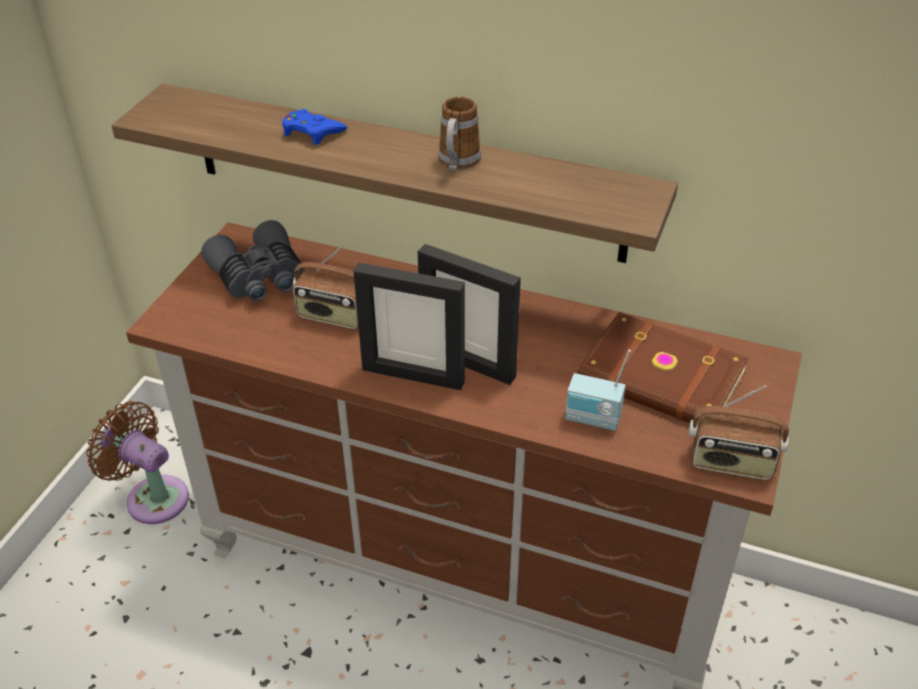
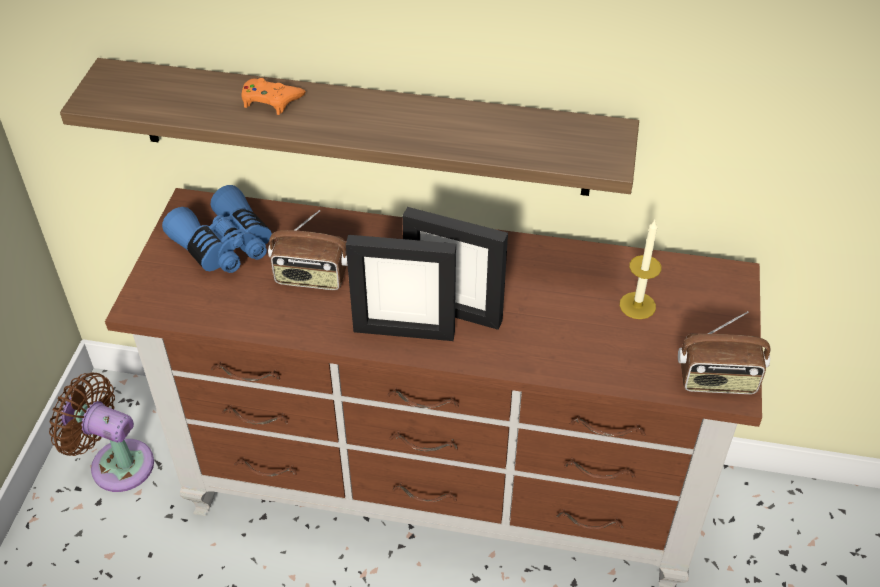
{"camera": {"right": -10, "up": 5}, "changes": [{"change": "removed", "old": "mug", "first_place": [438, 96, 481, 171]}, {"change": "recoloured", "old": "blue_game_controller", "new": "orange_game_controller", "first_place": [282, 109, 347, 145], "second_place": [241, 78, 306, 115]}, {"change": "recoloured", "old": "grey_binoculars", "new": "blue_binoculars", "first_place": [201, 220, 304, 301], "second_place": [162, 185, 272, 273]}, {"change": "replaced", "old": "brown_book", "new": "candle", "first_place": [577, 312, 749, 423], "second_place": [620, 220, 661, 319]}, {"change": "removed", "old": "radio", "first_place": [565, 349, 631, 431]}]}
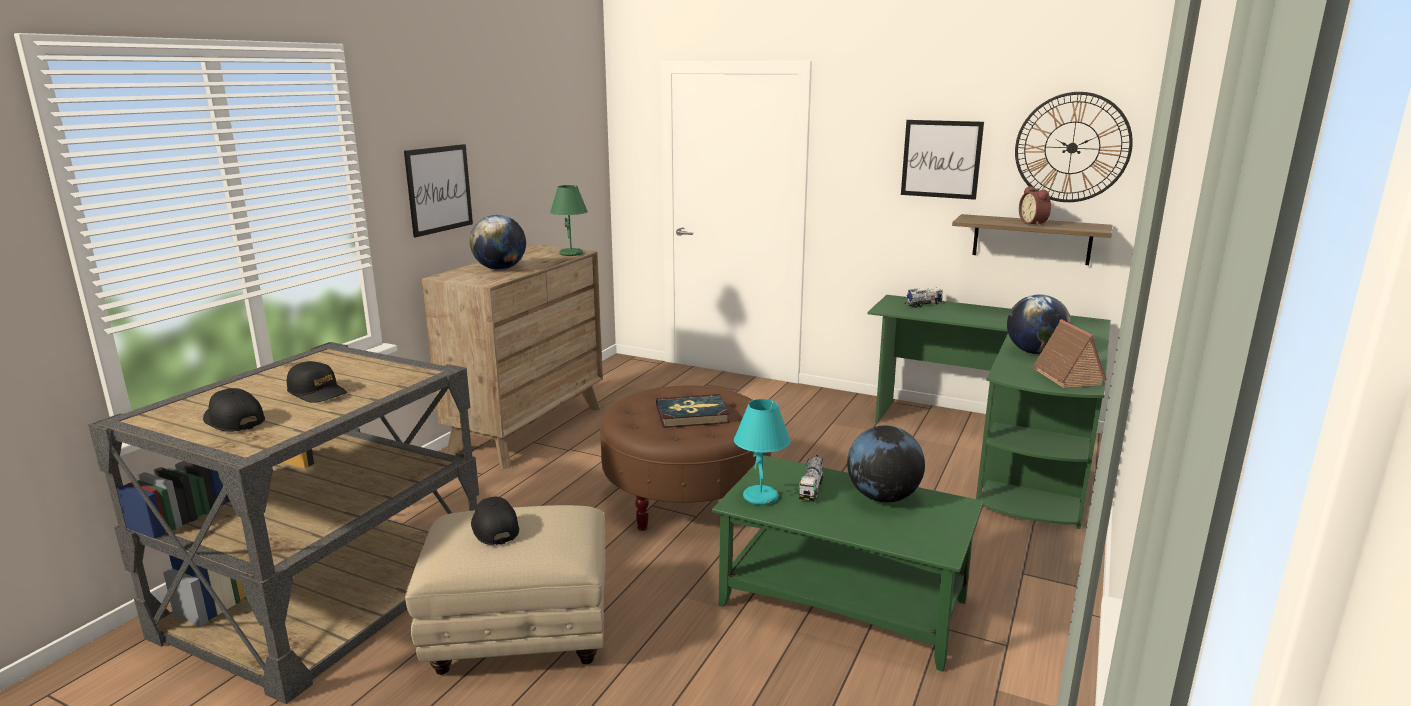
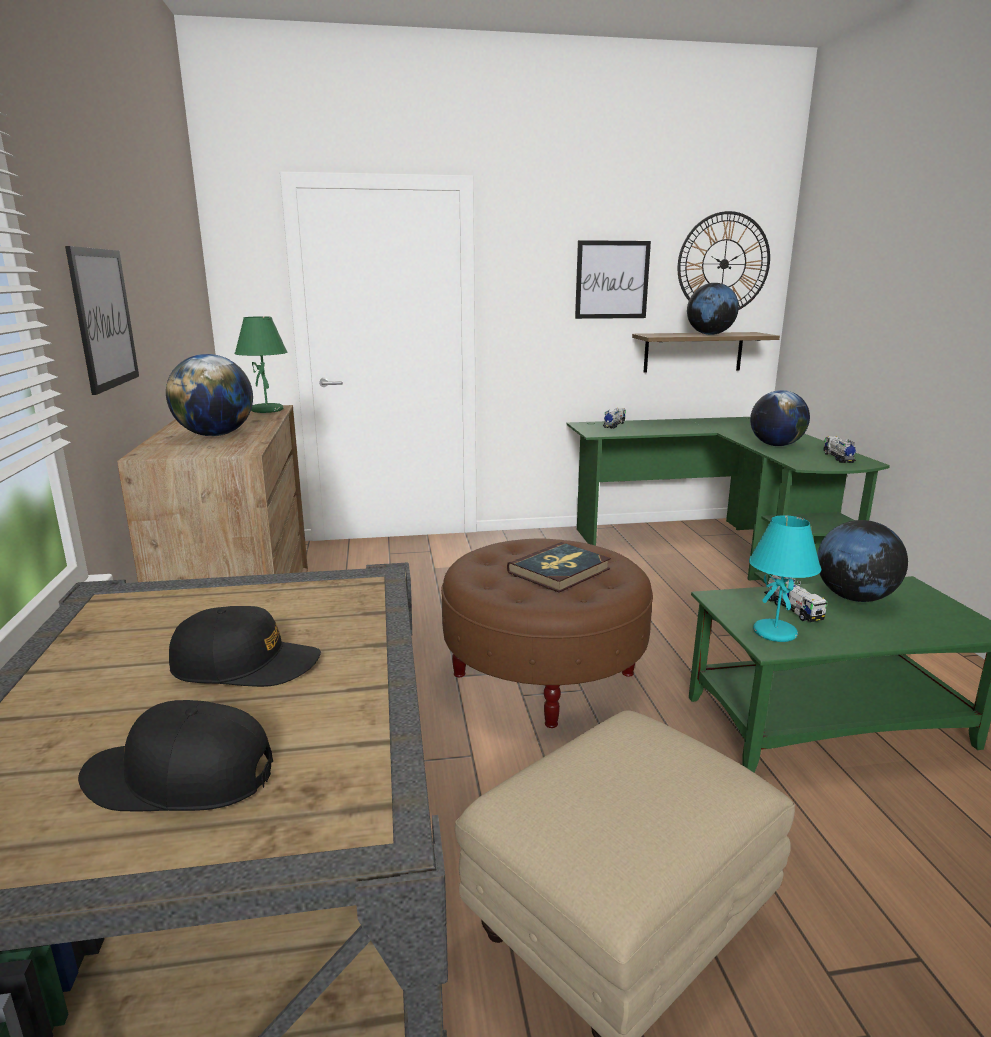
{"camera": {"right": -35, "up": 0}, "changes": [{"change": "replaced", "old": "alarm_clock", "new": "globe", "first_place": [1019, 186, 1051, 226], "second_place": [687, 283, 739, 335]}, {"change": "replaced", "old": "toy_house", "new": "toy_truck", "first_place": [1031, 320, 1107, 388], "second_place": [823, 436, 856, 463]}, {"change": "removed", "old": "black_cap", "first_place": [471, 497, 519, 545]}]}
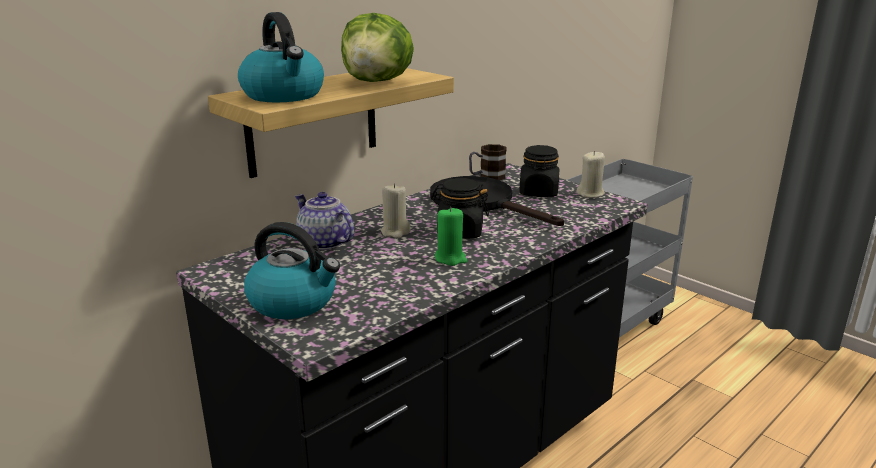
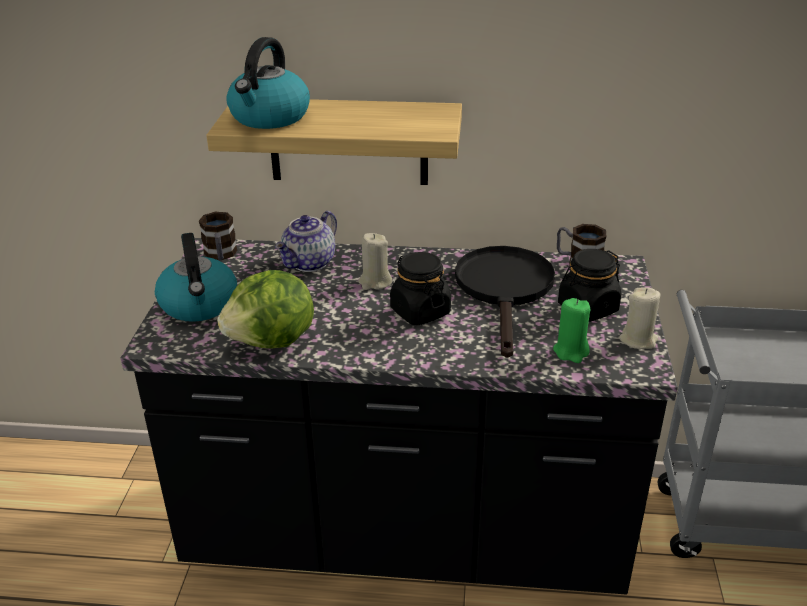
{"camera": {"right": 50, "up": 10}, "changes": [{"change": "moved", "old": "lettuce", "first_place": [341, 13, 414, 82], "second_place": [217, 270, 314, 349]}, {"change": "turned", "old": "teapot", "first_place": [295, 192, 354, 250], "second_place": [275, 211, 337, 272], "degrees": -150}, {"change": "moved", "old": "green_candle", "first_place": [435, 207, 467, 266], "second_place": [553, 298, 590, 363]}, {"change": "added", "new": "mug", "second_place": [199, 212, 237, 260]}]}
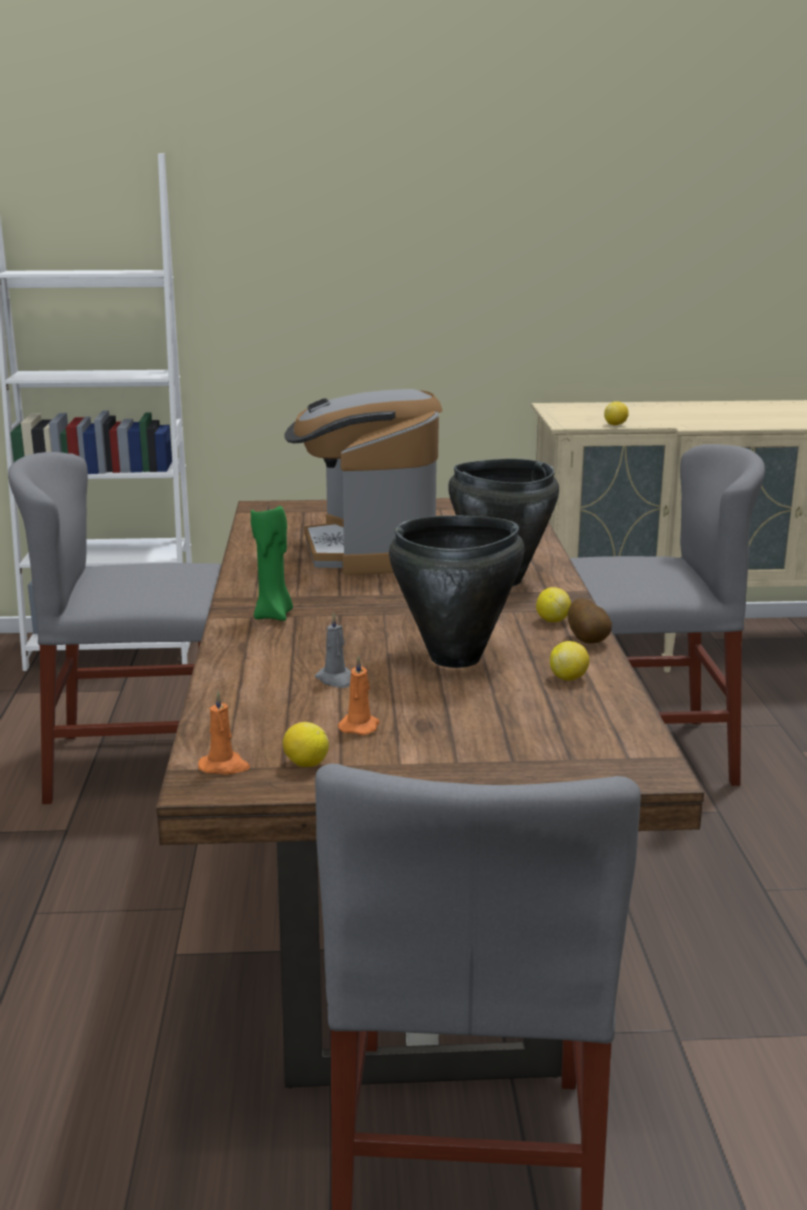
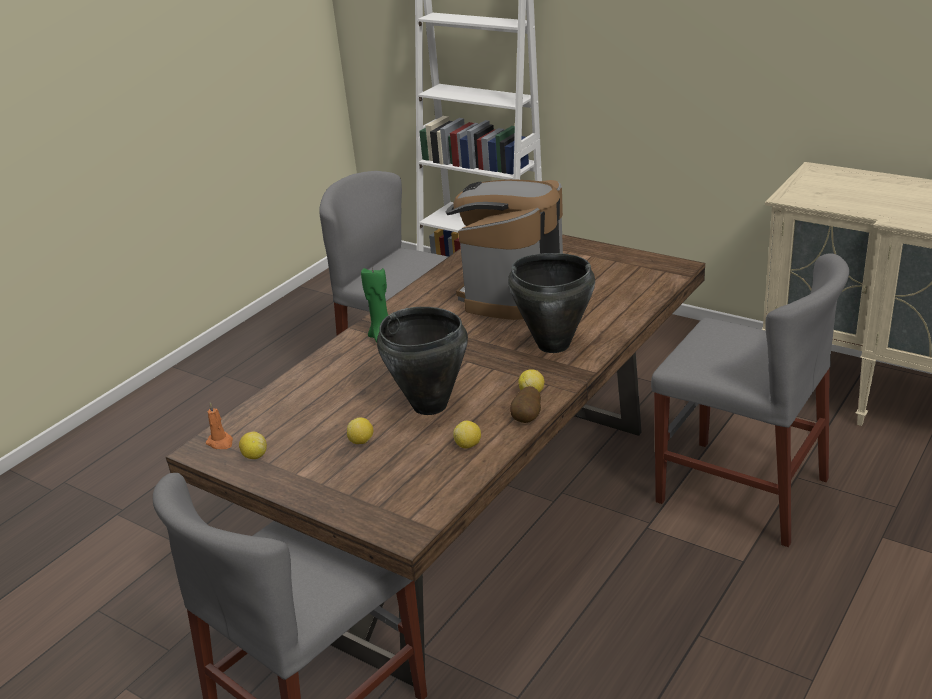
{"camera": {"right": 40, "up": 10}, "changes": [{"change": "moved", "old": "lemon", "first_place": [604, 401, 629, 425], "second_place": [347, 417, 373, 444]}, {"change": "removed", "old": "grey_candle", "first_place": [315, 613, 351, 688]}, {"change": "removed", "old": "orange_candle", "first_place": [338, 655, 379, 735]}]}
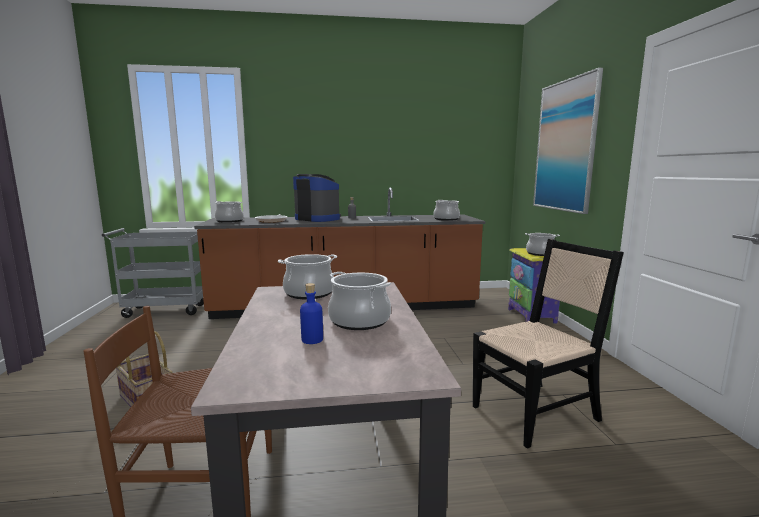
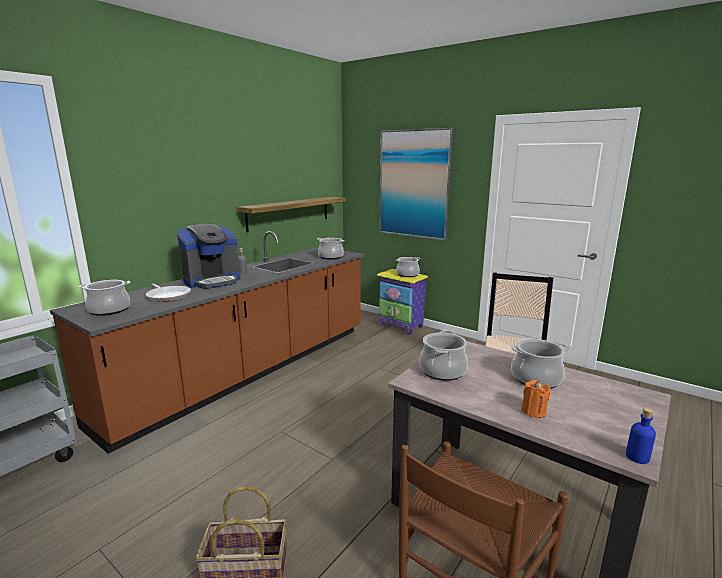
{"camera": {"right": -45, "up": 5}, "changes": [{"change": "turned", "old": "coffee_machine", "first_place": [293, 174, 341, 222], "second_place": [177, 224, 241, 289], "degrees": 150}, {"change": "moved", "old": "blue_bottle", "first_place": [300, 283, 323, 344], "second_place": [626, 407, 656, 464]}, {"change": "added", "new": "shelf", "second_place": [236, 197, 346, 232]}, {"change": "added", "new": "orange_candle", "second_place": [521, 380, 550, 418]}]}
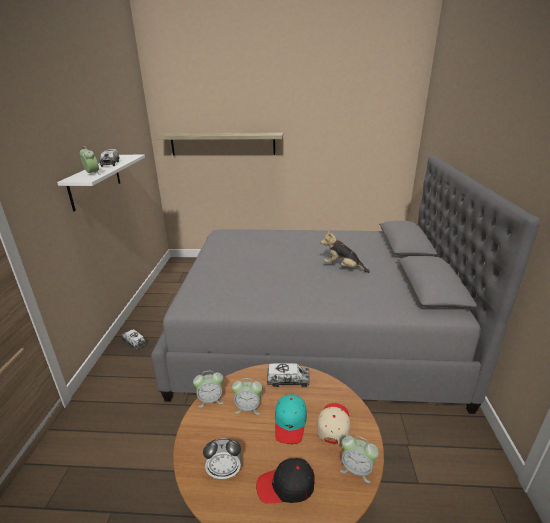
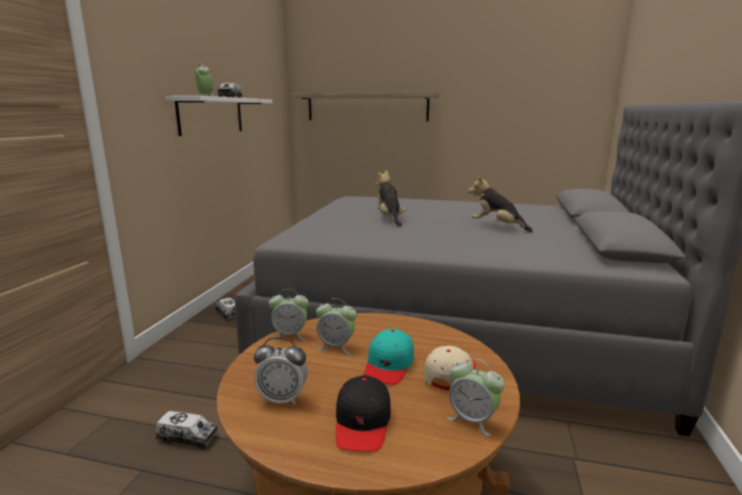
{"camera": {"right": 10, "up": -10}, "changes": [{"change": "moved", "old": "toy_truck", "first_place": [267, 363, 310, 387], "second_place": [155, 411, 218, 449]}, {"change": "turned", "old": "black_cap", "first_place": [256, 458, 315, 504], "second_place": [336, 375, 391, 452], "degrees": -90}, {"change": "added", "new": "plush_toy", "second_place": [376, 170, 406, 227]}]}
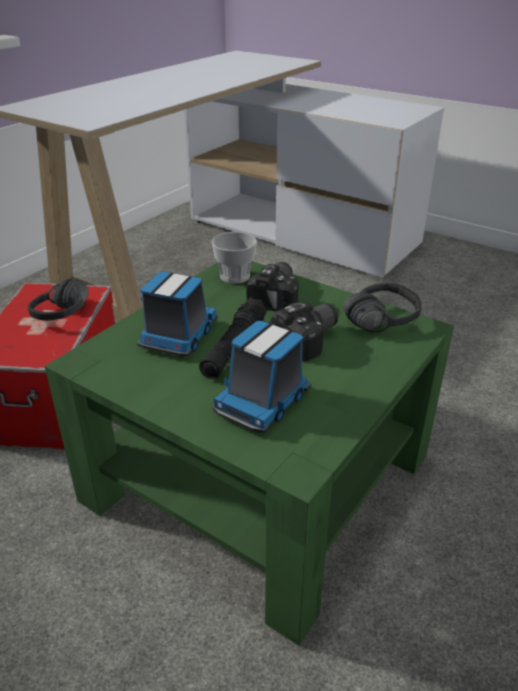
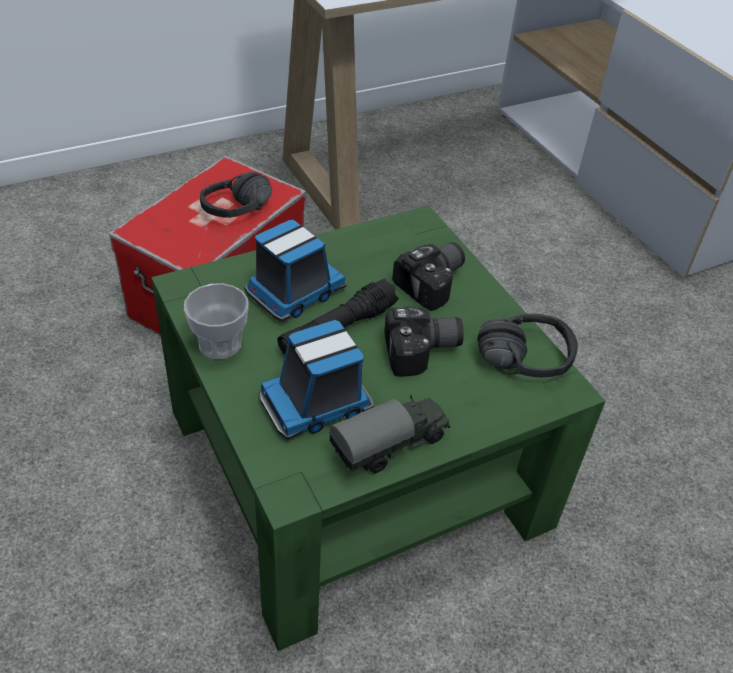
{"camera": {"right": 25, "up": 10}, "changes": [{"change": "moved", "old": "cup", "first_place": [212, 232, 257, 284], "second_place": [184, 283, 249, 359]}, {"change": "added", "new": "toy_truck", "second_place": [330, 395, 450, 473]}]}
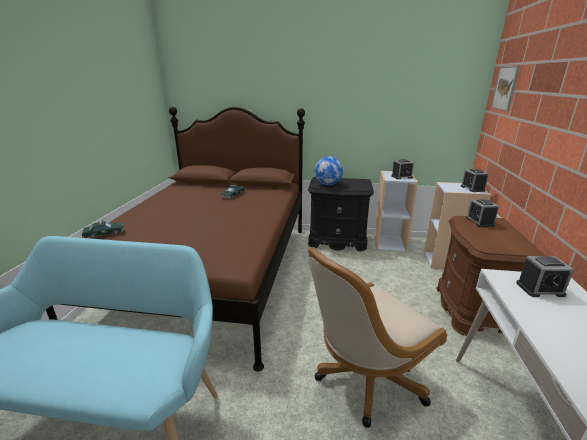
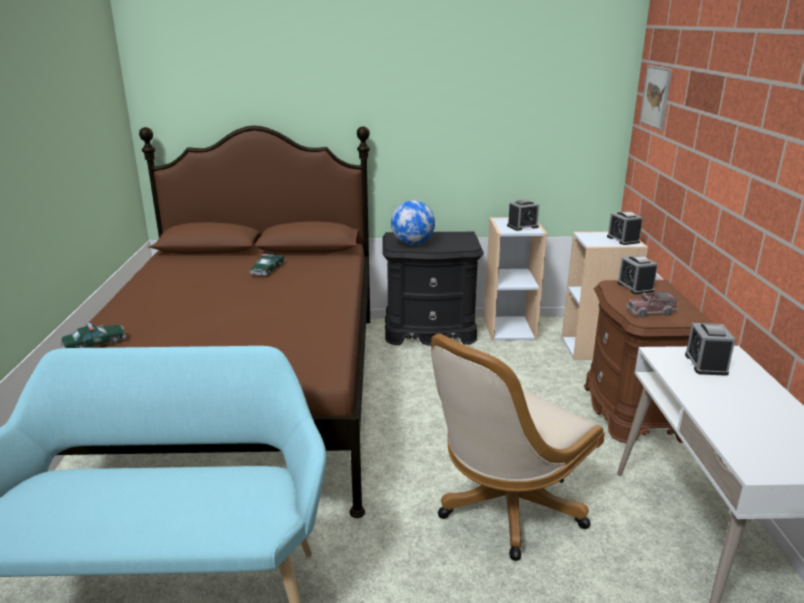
{"camera": {"right": -10, "up": 0}, "changes": [{"change": "turned", "old": "alarm_clock", "first_place": [516, 256, 574, 297], "second_place": [685, 323, 735, 376], "degrees": 105}, {"change": "added", "new": "toy_truck", "second_place": [626, 291, 678, 317]}]}
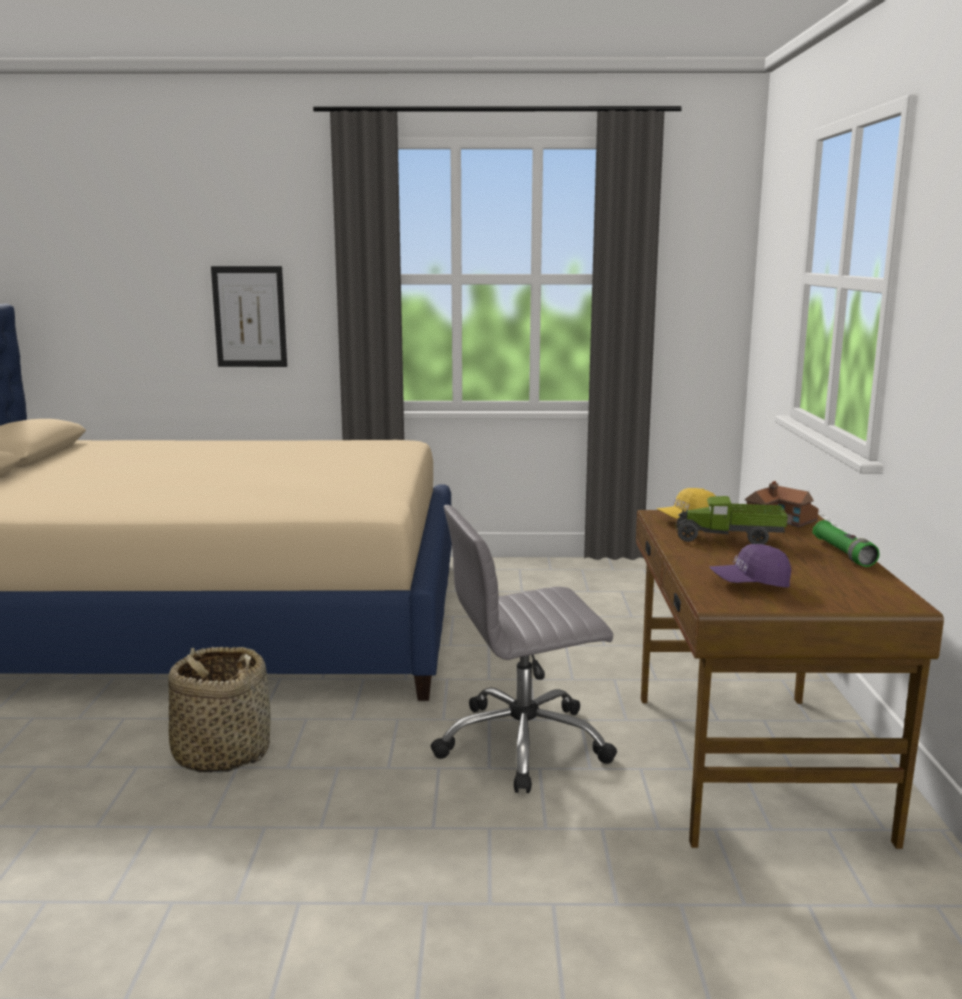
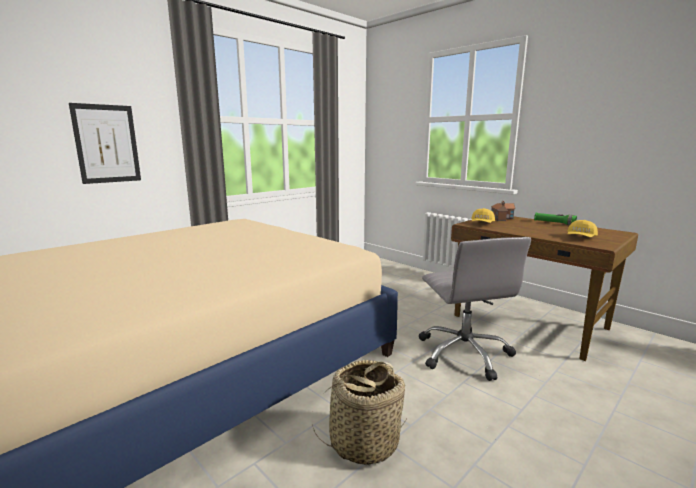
{"camera": {"right": -45, "up": 0}, "changes": [{"change": "removed", "old": "toy_truck", "first_place": [675, 496, 788, 545]}, {"change": "turned", "old": "grey_office_chair", "first_place": [431, 505, 617, 793], "second_place": [419, 237, 531, 381], "degrees": -45}, {"change": "recoloured", "old": "purple_cap", "new": "yellow_cap", "first_place": [710, 544, 791, 588], "second_place": [567, 220, 598, 237]}]}
